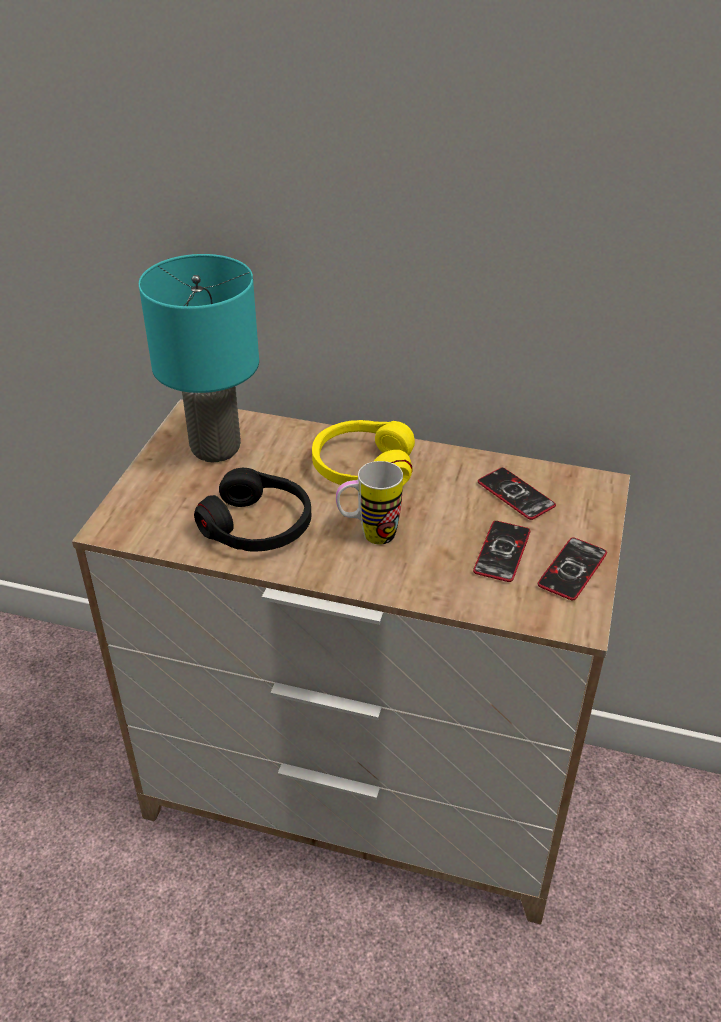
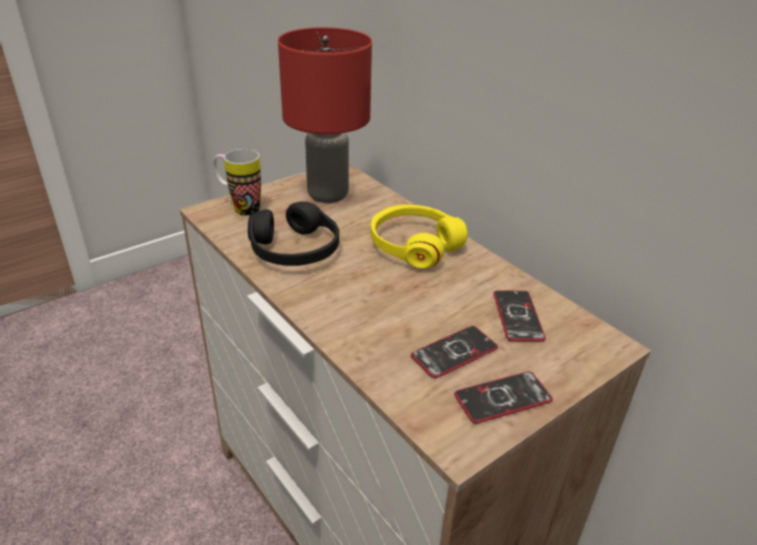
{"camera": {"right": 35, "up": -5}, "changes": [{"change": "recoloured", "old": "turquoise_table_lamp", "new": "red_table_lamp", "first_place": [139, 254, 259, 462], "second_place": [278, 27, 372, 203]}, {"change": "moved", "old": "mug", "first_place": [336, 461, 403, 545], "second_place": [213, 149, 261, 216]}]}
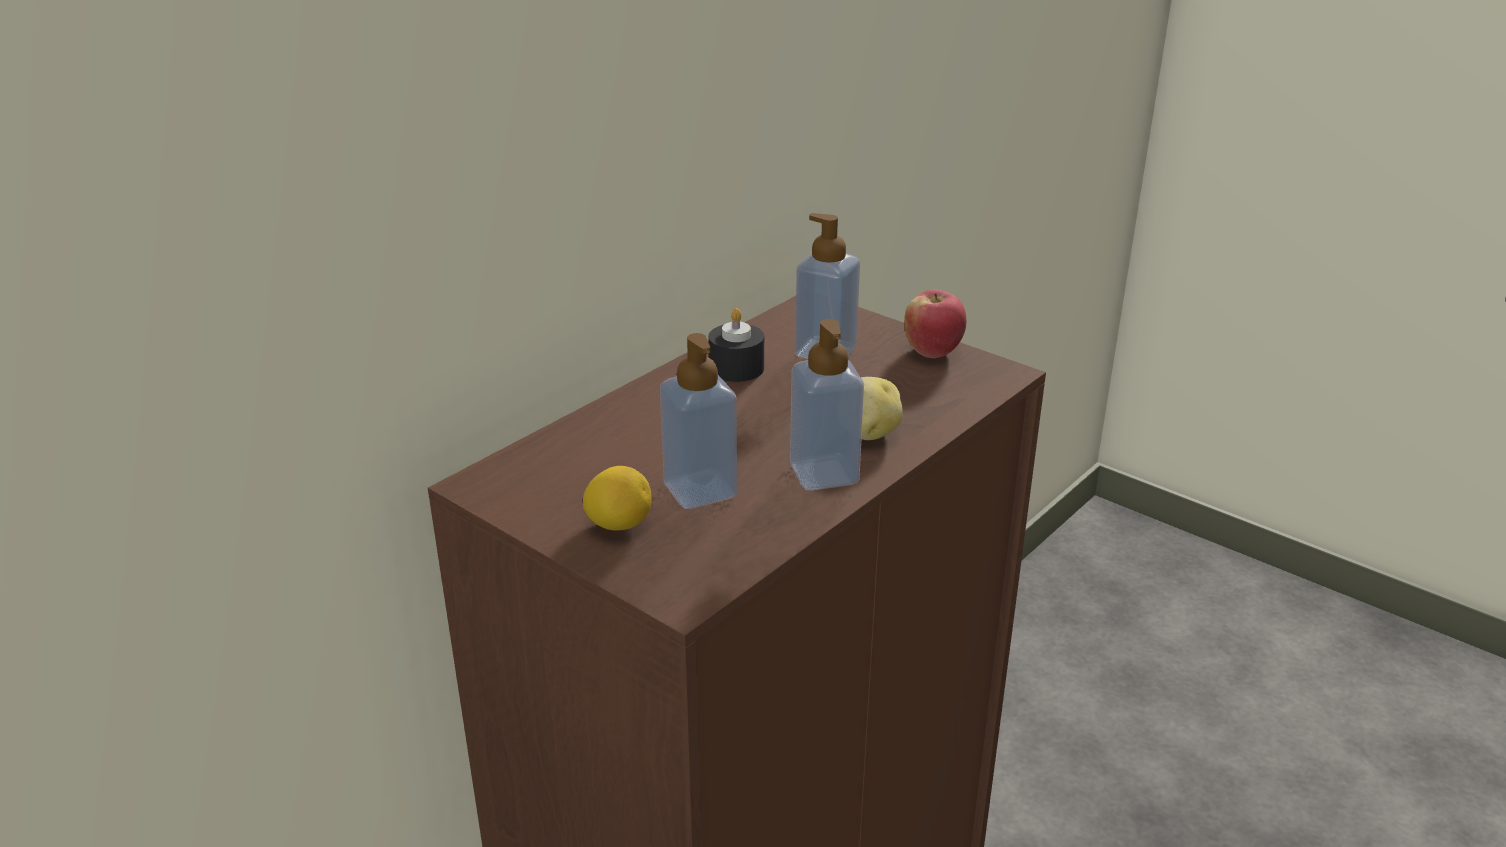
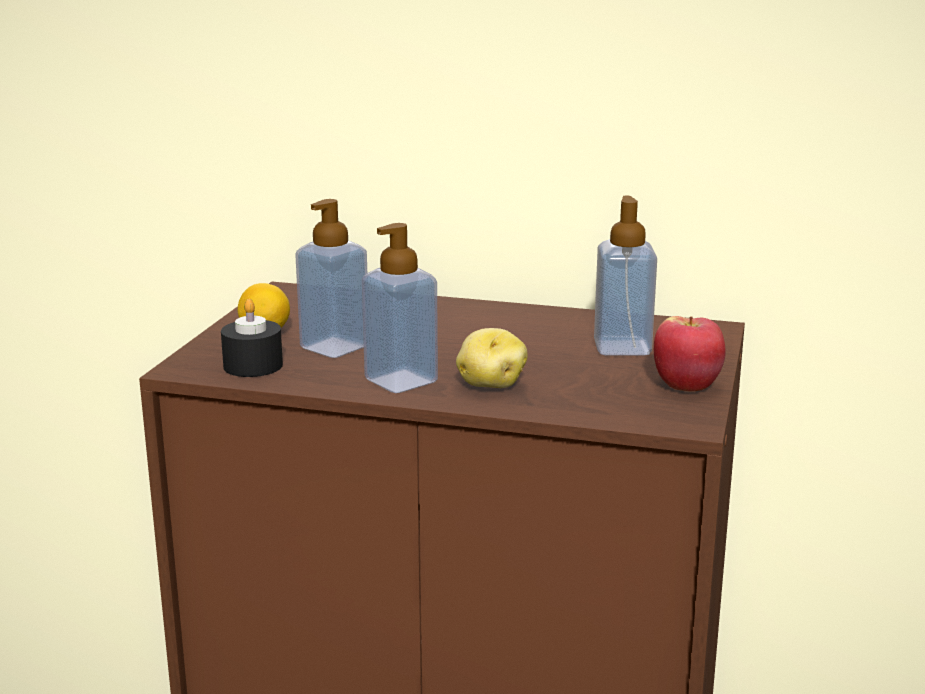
{"camera": {"right": 65, "up": -10}, "changes": [{"change": "moved", "old": "black_candle", "first_place": [708, 308, 764, 382], "second_place": [221, 299, 283, 377]}]}
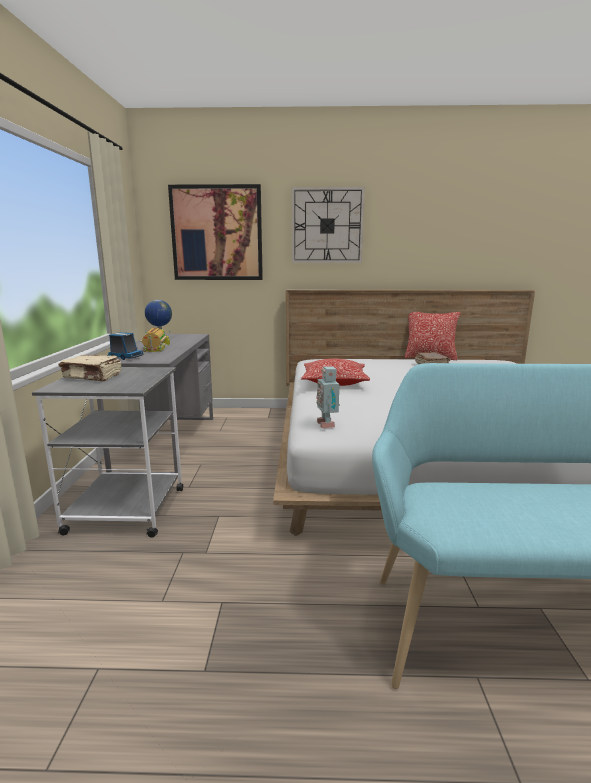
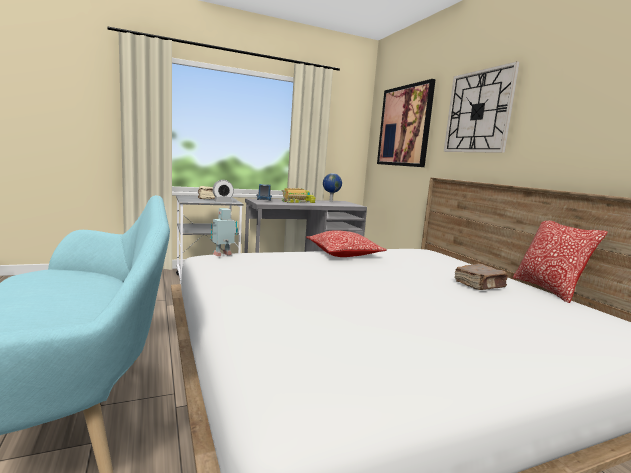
{"camera": {"right": 65, "up": -5}, "changes": [{"change": "added", "new": "alarm_clock", "second_place": [212, 180, 234, 202]}]}
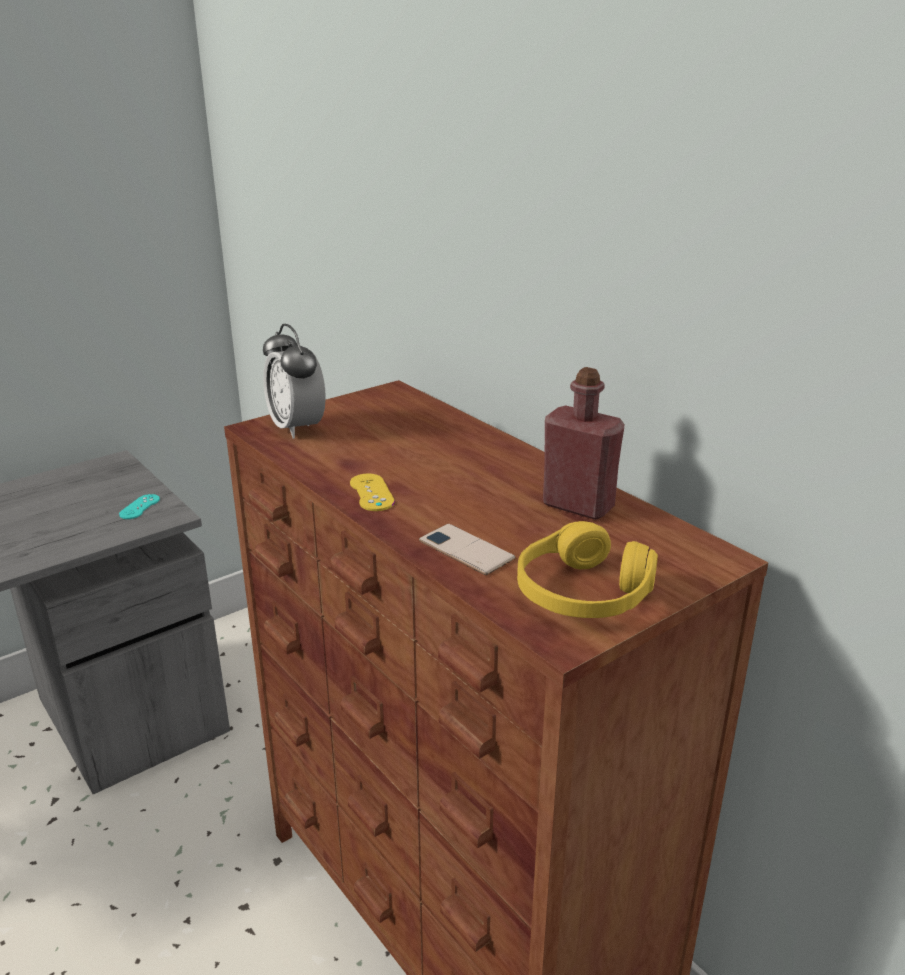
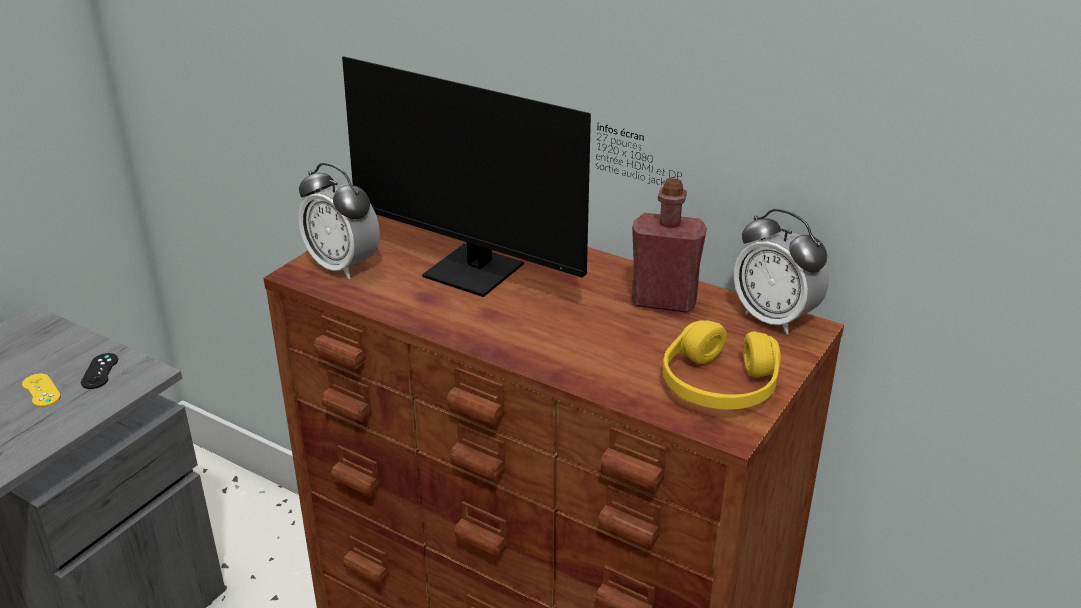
{"camera": {"right": -20, "up": 5}, "changes": [{"change": "moved", "old": "yellow_game_controller", "first_place": [350, 474, 395, 511], "second_place": [22, 374, 61, 407]}, {"change": "recoloured", "old": "turquoise_game_controller", "new": "black_game_controller", "first_place": [119, 494, 160, 519], "second_place": [81, 353, 118, 389]}, {"change": "removed", "old": "phone", "first_place": [419, 524, 515, 575]}, {"change": "added", "new": "monitor", "second_place": [342, 56, 682, 297]}, {"change": "added", "new": "alarm_clock", "second_place": [734, 209, 829, 335]}]}
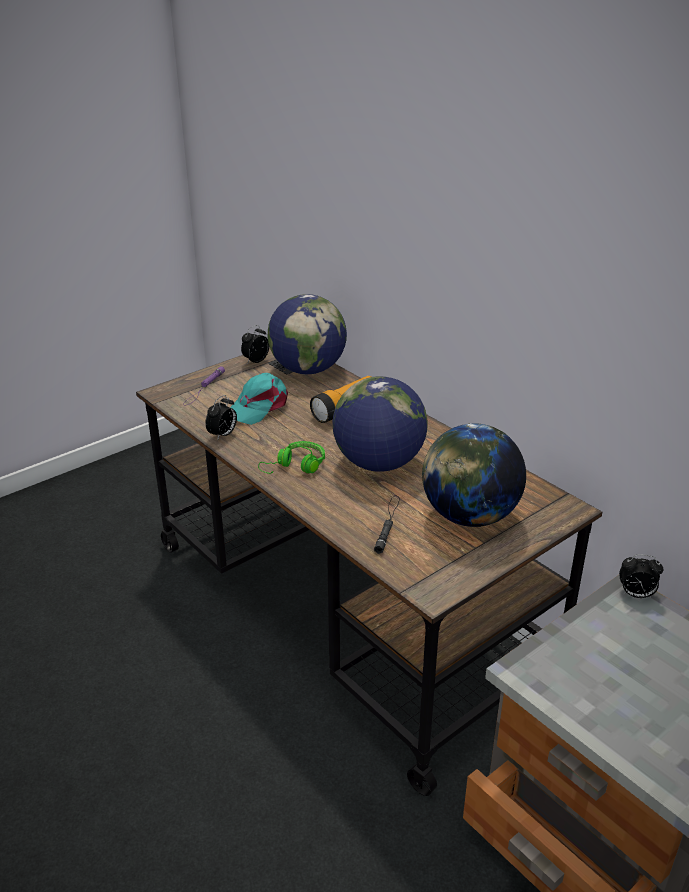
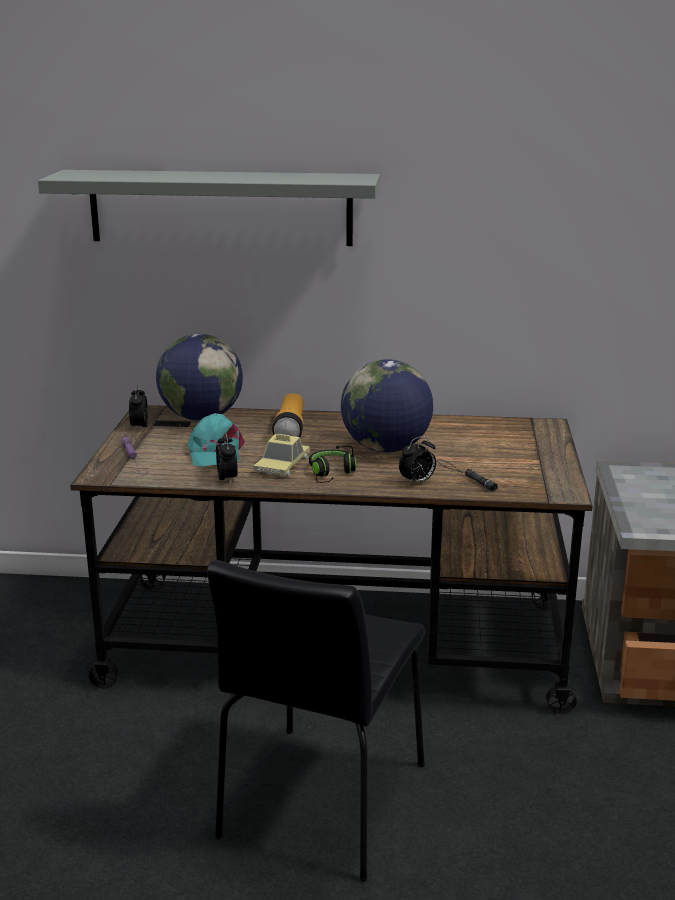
{"camera": {"right": -45, "up": -10}, "changes": [{"change": "removed", "old": "globe", "first_place": [422, 423, 526, 527]}, {"change": "recoloured", "old": "green_headphones", "new": "black_headphones", "first_place": [258, 441, 325, 474], "second_place": [309, 446, 356, 483]}, {"change": "moved", "old": "alarm_clock", "first_place": [619, 554, 663, 598], "second_place": [399, 436, 436, 485]}, {"change": "added", "new": "grey_shelf", "second_place": [38, 170, 380, 246]}, {"change": "added", "new": "toy_car", "second_place": [253, 434, 310, 477]}, {"change": "added", "new": "black_chair", "second_place": [207, 560, 425, 882]}]}
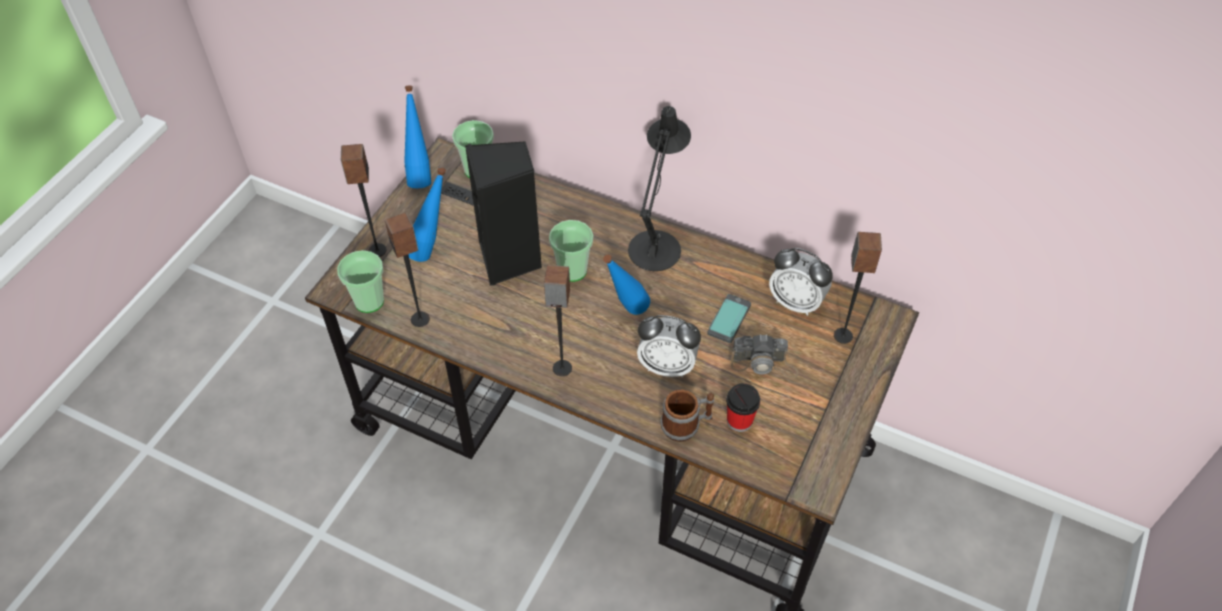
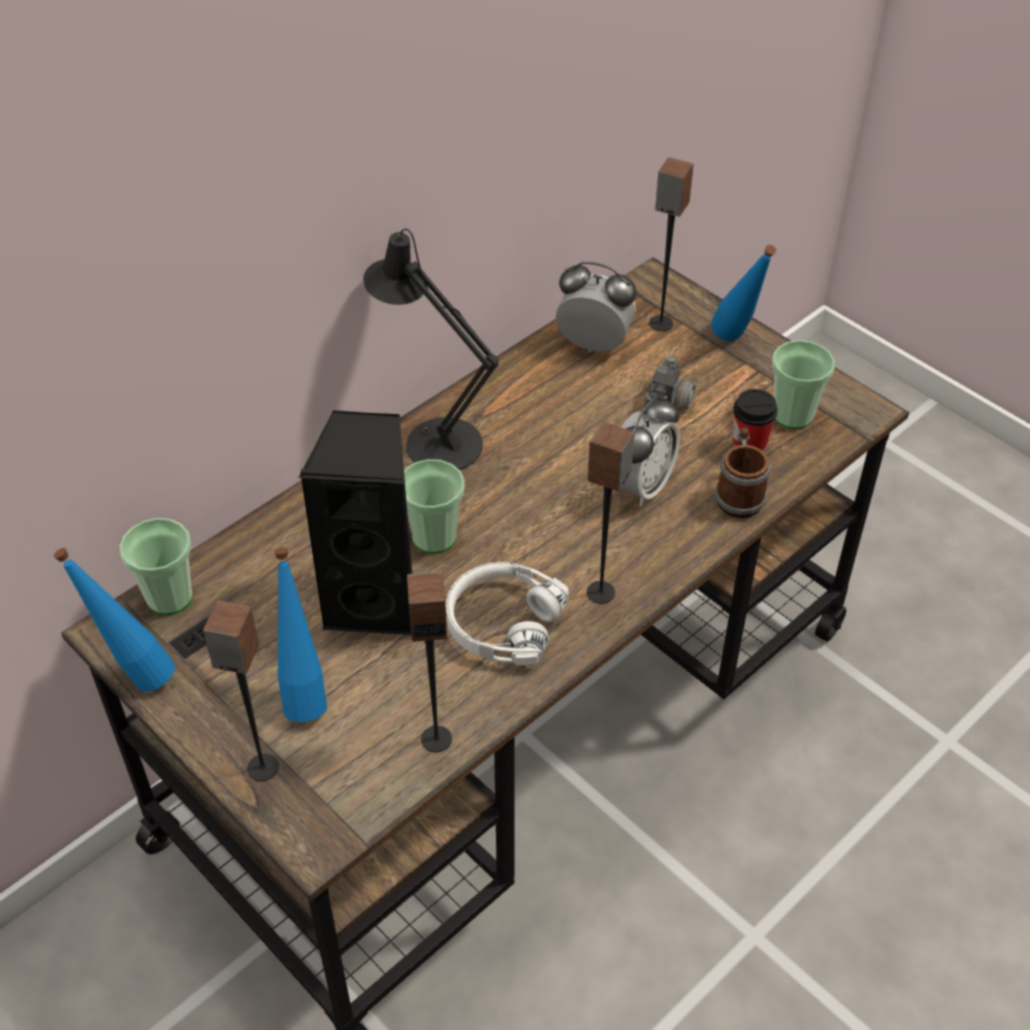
{"camera": {"right": -70, "up": -5}, "changes": [{"change": "turned", "old": "alarm_clock", "first_place": [769, 248, 833, 316], "second_place": [556, 262, 637, 352], "degrees": -120}, {"change": "moved", "old": "cup", "first_place": [337, 250, 384, 313], "second_place": [772, 340, 835, 429]}, {"change": "moved", "old": "blue_bottle", "first_place": [603, 255, 650, 315], "second_place": [711, 245, 776, 341]}, {"change": "removed", "old": "phone", "first_place": [707, 294, 751, 343]}, {"change": "added", "new": "white_headphones", "second_place": [446, 562, 569, 665]}]}
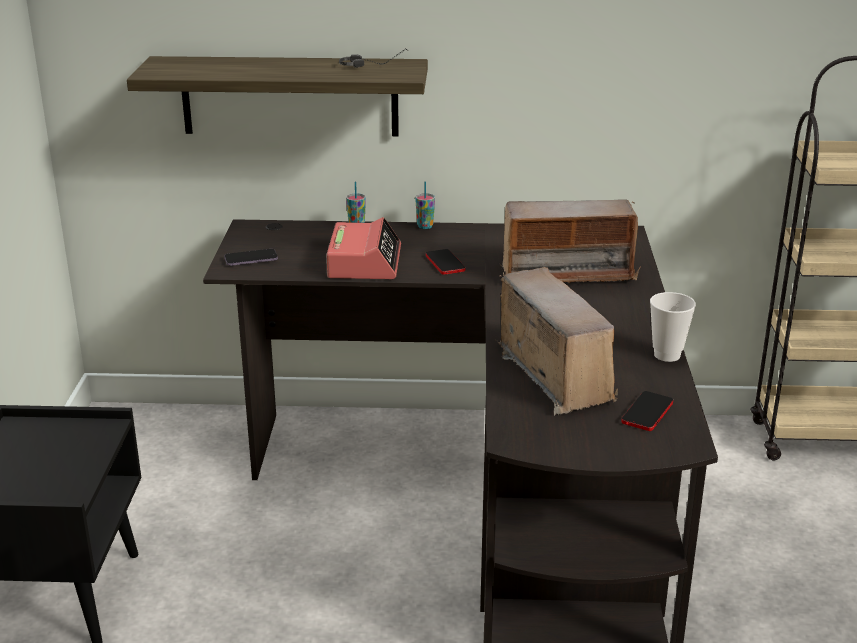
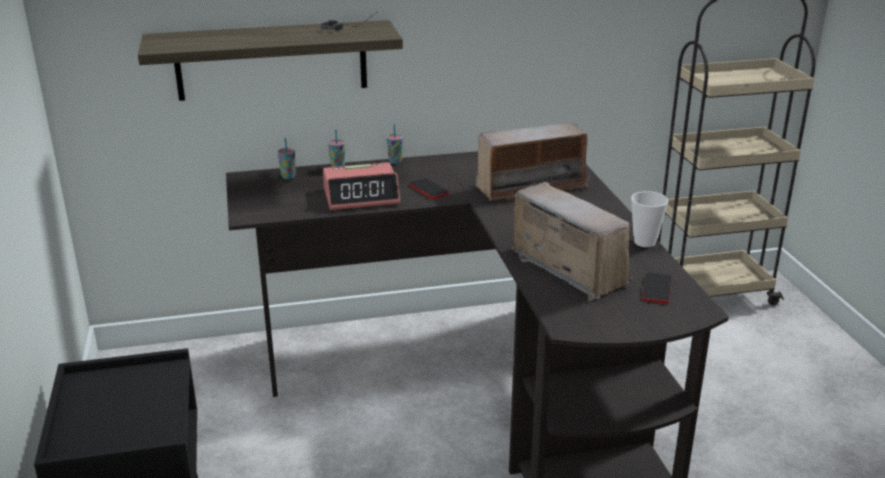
{"camera": {"right": -15, "up": 0}, "changes": [{"change": "turned", "old": "alarm_clock", "first_place": [326, 217, 401, 279], "second_place": [323, 162, 400, 210], "degrees": 90}, {"change": "removed", "old": "phone", "first_place": [224, 249, 278, 266]}, {"change": "added", "new": "cup", "second_place": [278, 138, 295, 179]}]}
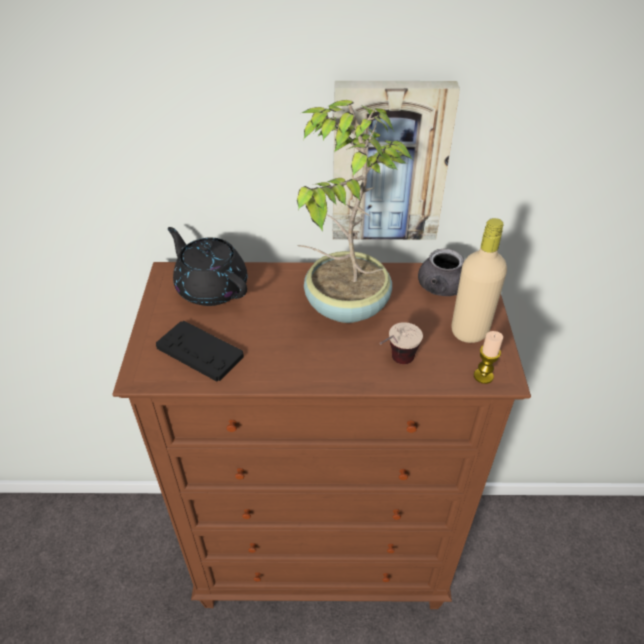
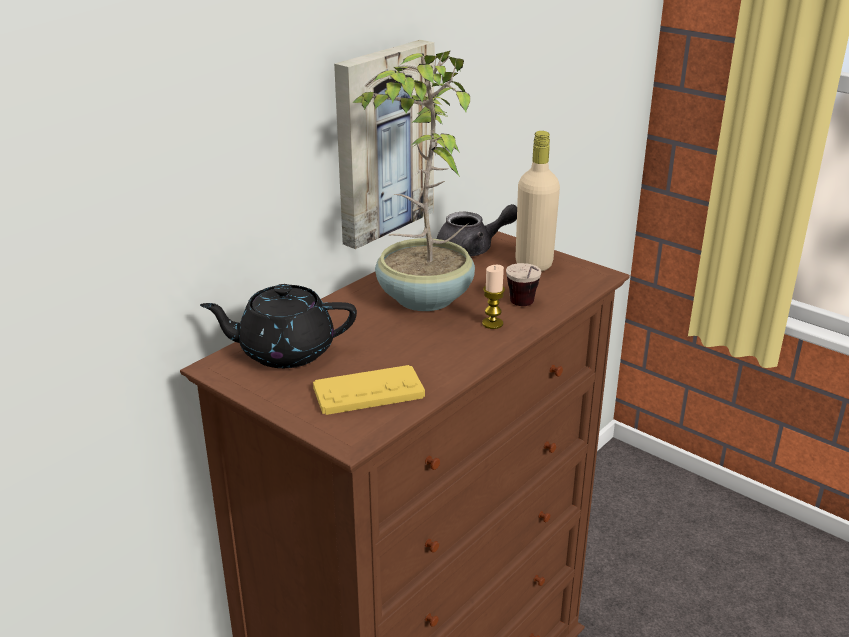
{"camera": {"right": -50, "up": -15}, "changes": [{"change": "recoloured", "old": "black_game_controller", "new": "yellow_game_controller", "first_place": [156, 321, 244, 382], "second_place": [313, 365, 425, 415]}, {"change": "moved", "old": "candle", "first_place": [474, 331, 503, 384], "second_place": [482, 265, 505, 329]}]}
